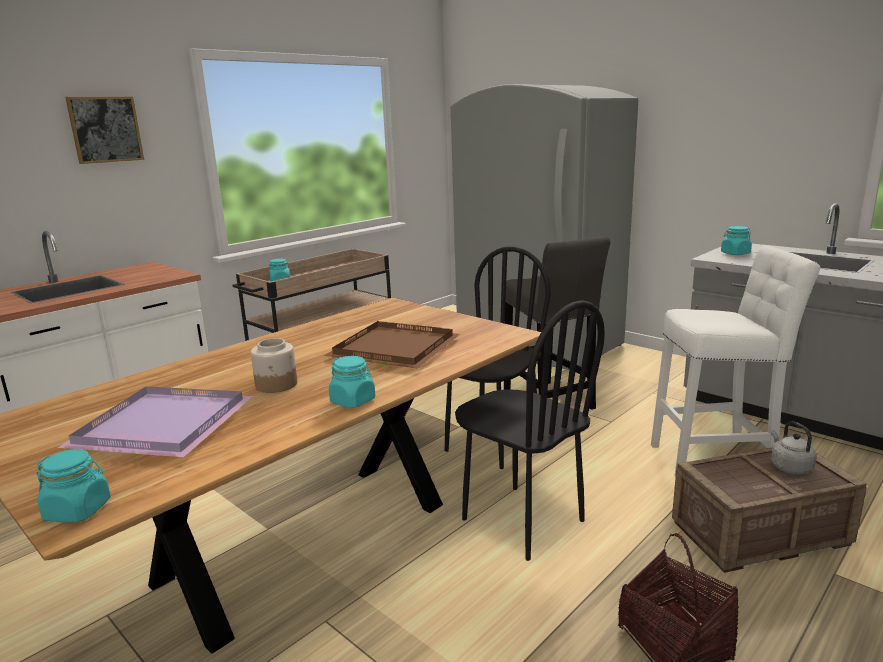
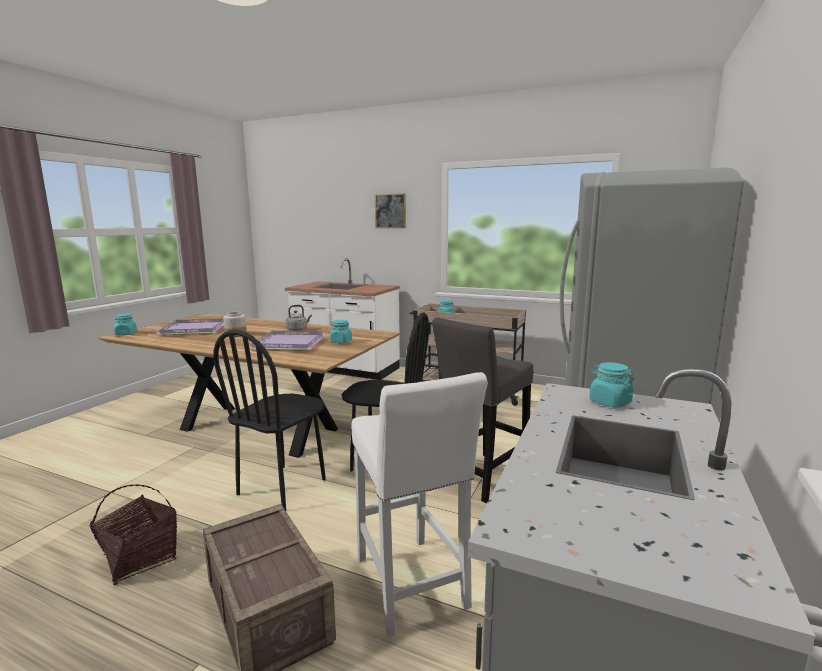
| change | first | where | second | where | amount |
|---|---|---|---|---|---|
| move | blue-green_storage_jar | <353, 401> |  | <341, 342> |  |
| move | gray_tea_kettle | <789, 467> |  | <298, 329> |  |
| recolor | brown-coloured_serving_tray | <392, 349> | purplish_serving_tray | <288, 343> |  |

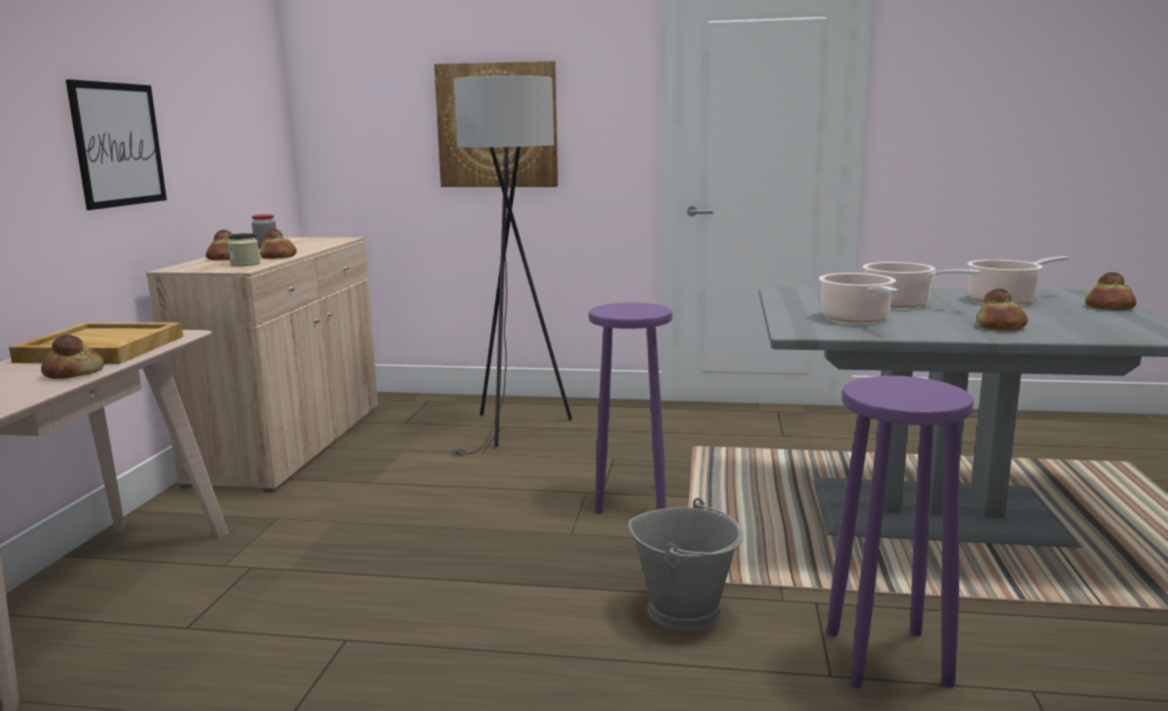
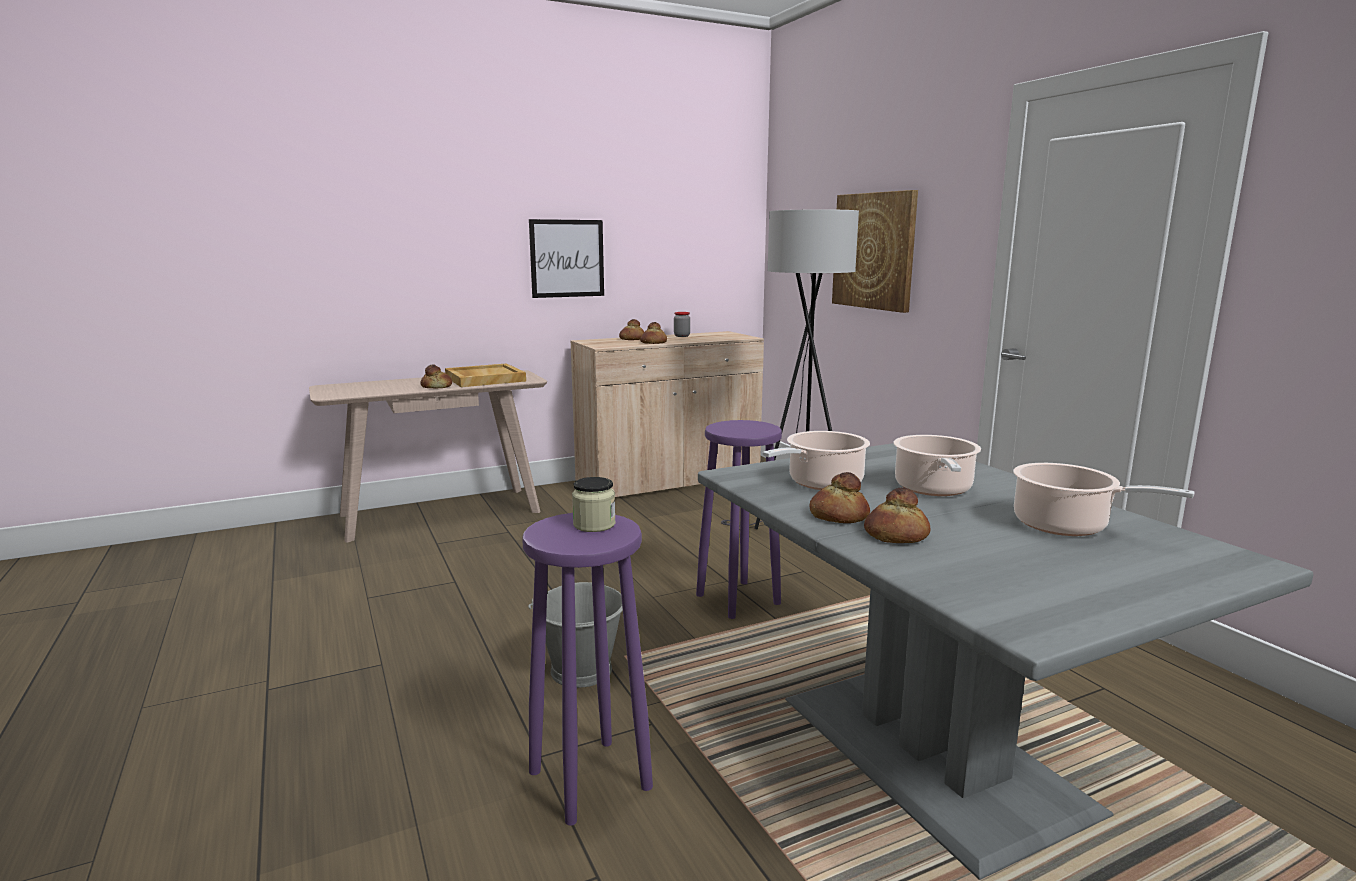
| change | first | where | second | where | amount |
|---|---|---|---|---|---|
| move | storage_jar | <245, 264> |  | <594, 525> |  |
| move | baked_bread | <1110, 307> |  | <838, 516> |  |

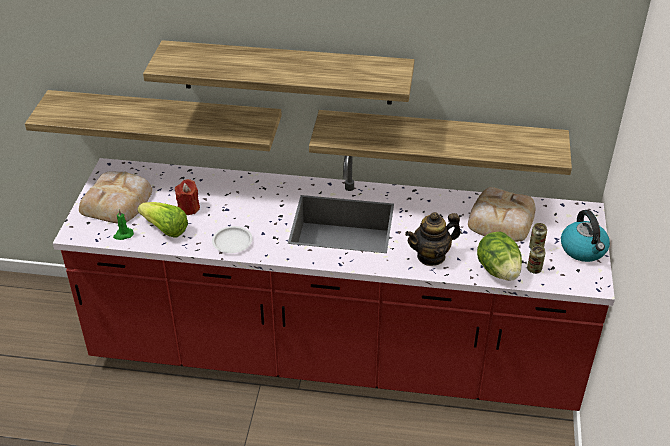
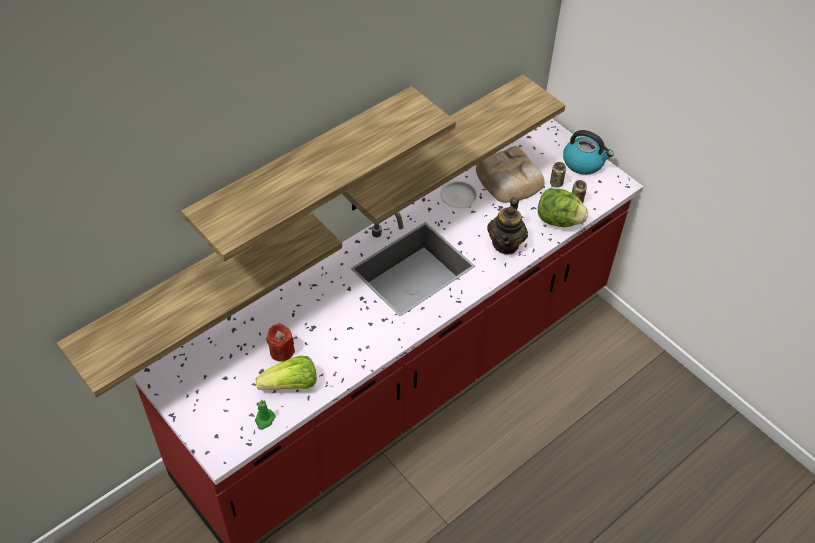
| change | first | where | second | where | amount |
|---|---|---|---|---|---|
| delete | baked_bread | <118, 201> |  |  |  |
| move | white-coloured_flat_dish | <232, 242> |  | <458, 196> |  |

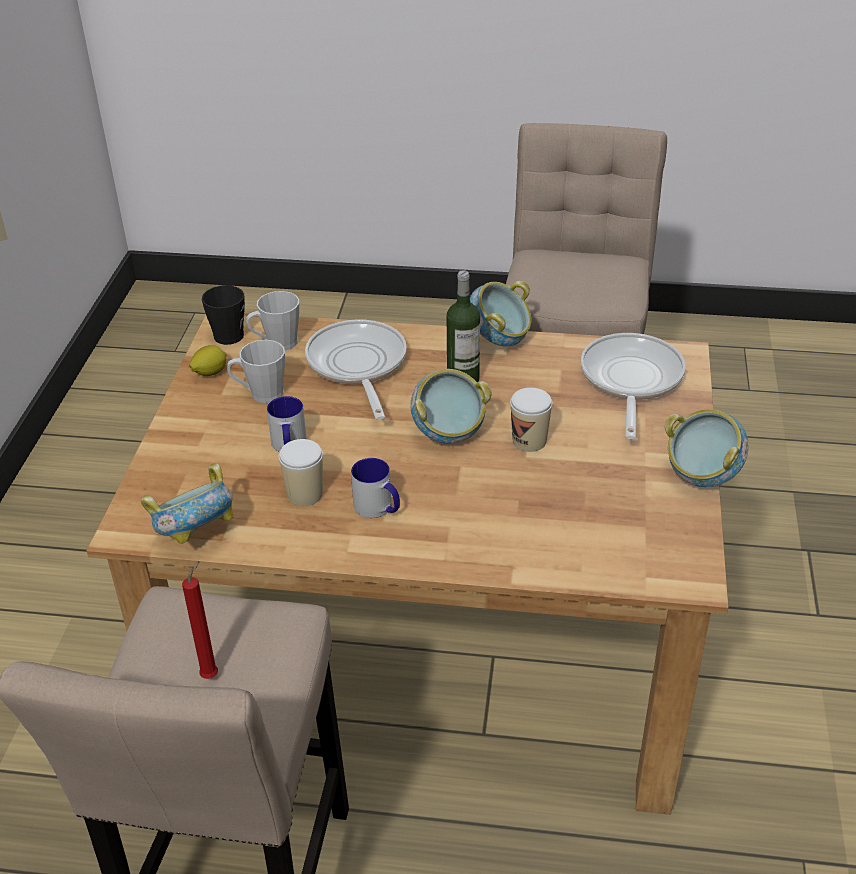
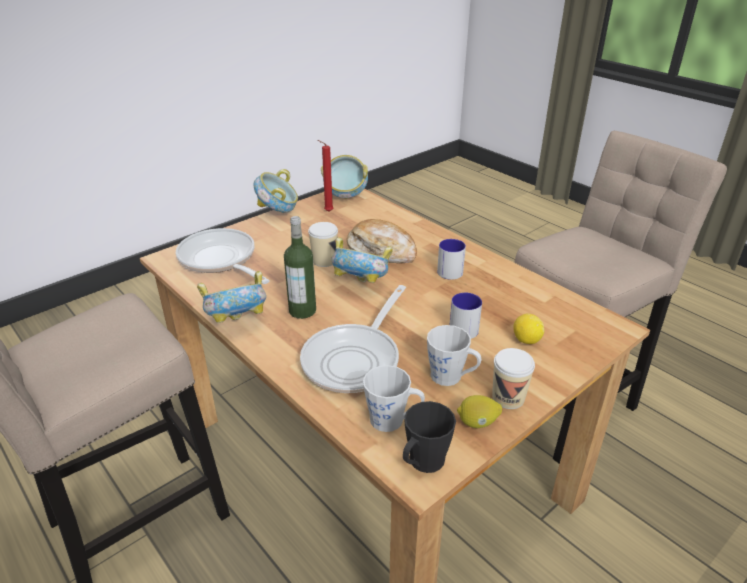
| change | first | where | second | where | amount |
|---|---|---|---|---|---|
| insert |  |  | baked_bread | <381, 251> |  |
| insert |  |  | whole_lemon | <526, 340> |  |
| move | bowl | <197, 535> |  | <345, 196> |  |
| move | red_candle | <212, 674> |  | <327, 211> |  |
| move | drinking_cup | <305, 494> |  | <508, 397> |  |
| rotate | frying_pan | <630, 381> |  | <220, 260> | 90 degrees clockwise |

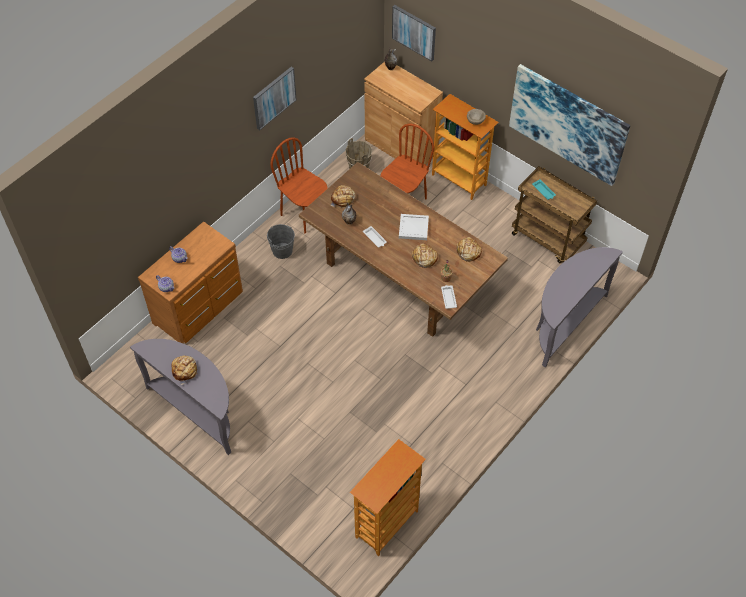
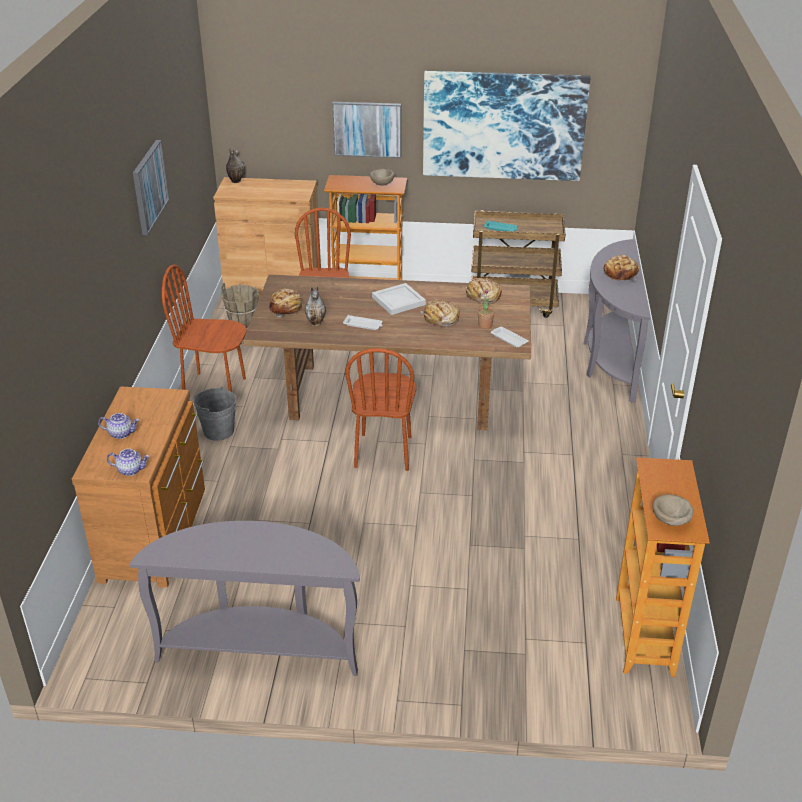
| change | first | where | second | where | amount |
|---|---|---|---|---|---|
| insert |  |  | brown-coloured_chair | <383, 452> |  |
| insert |  |  | sand-coloured_bowl | <671, 521> |  |
| move | baked_bread | <185, 371> |  | <621, 274> |  |
| move | wall_picture | <414, 32> |  | <367, 129> |  |

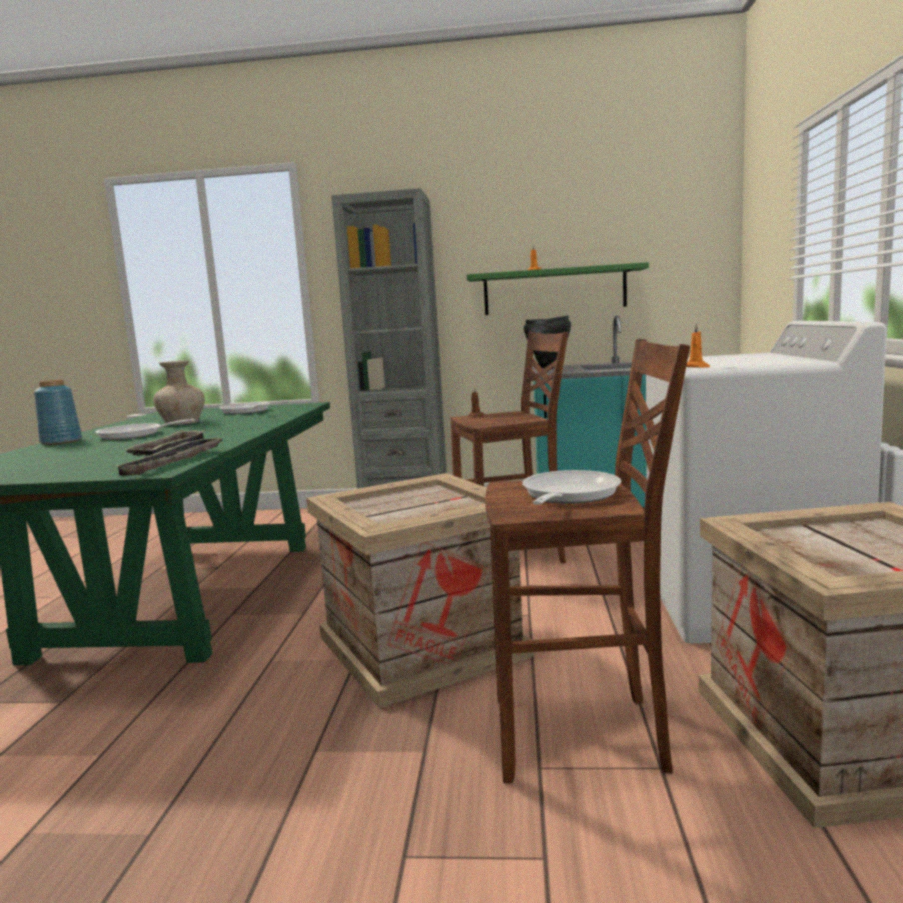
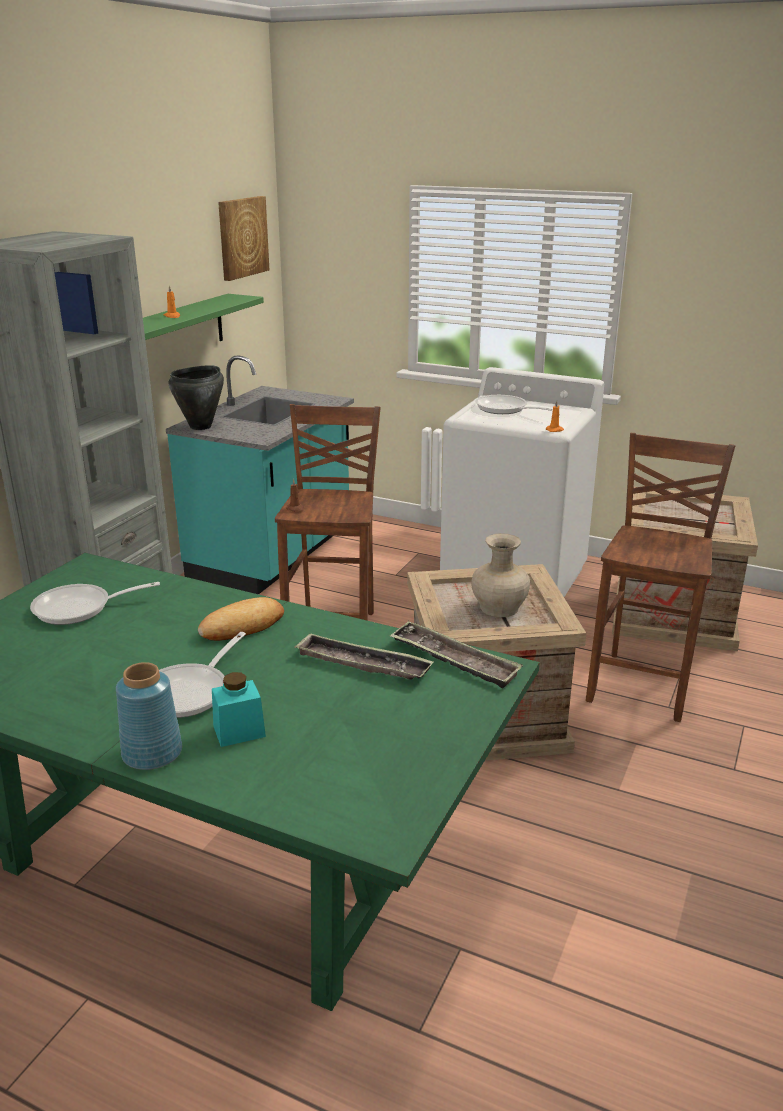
| change | first | where | second | where | amount |
|---|---|---|---|---|---|
| insert |  |  | baked_bread | <243, 626> |  |
| insert |  |  | blue-green_storage_jar | <239, 731> |  |
| insert |  |  | wall_picture | <242, 237> |  |
| move | sand-coloured_decorative_vase | <182, 422> |  | <500, 607> |  |
| move | frying_pan | <567, 496> |  | <504, 409> |  |

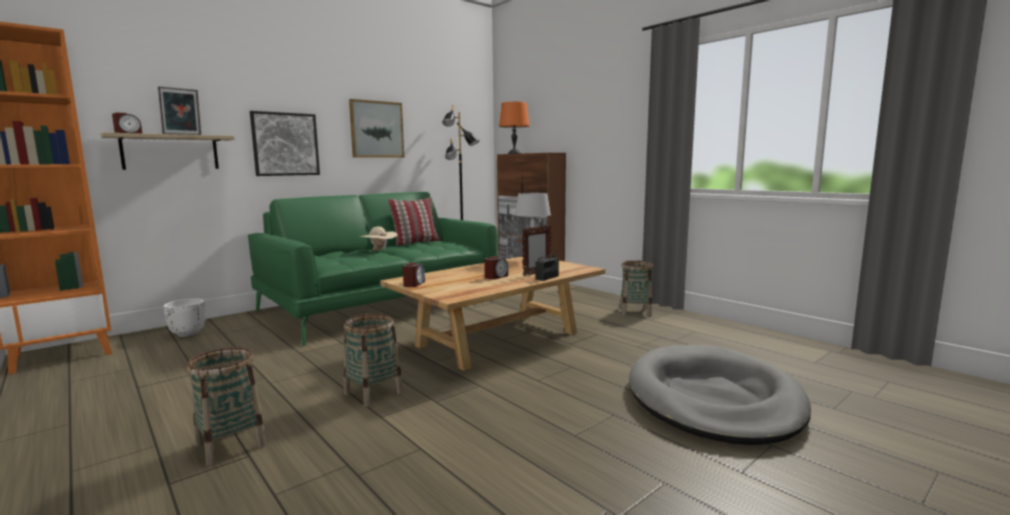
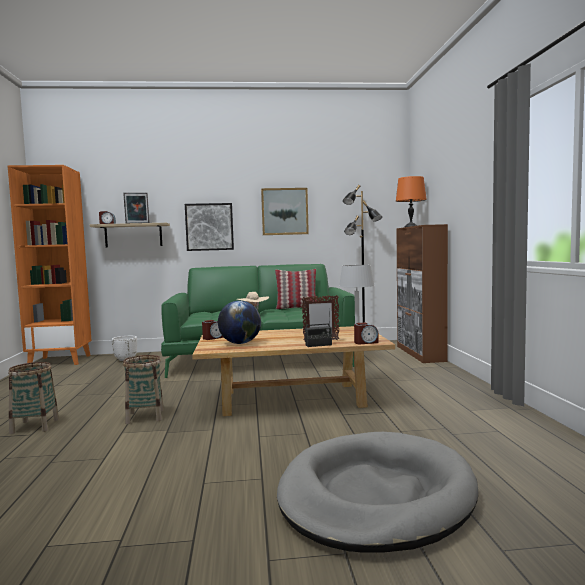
| change | first | where | second | where | amount |
|---|---|---|---|---|---|
| delete | household_basket | <635, 312> |  |  |  |
| insert |  |  | desk_globe | <240, 343> |  |
| move | bedside_clock | <496, 277> |  | <366, 342> |  |

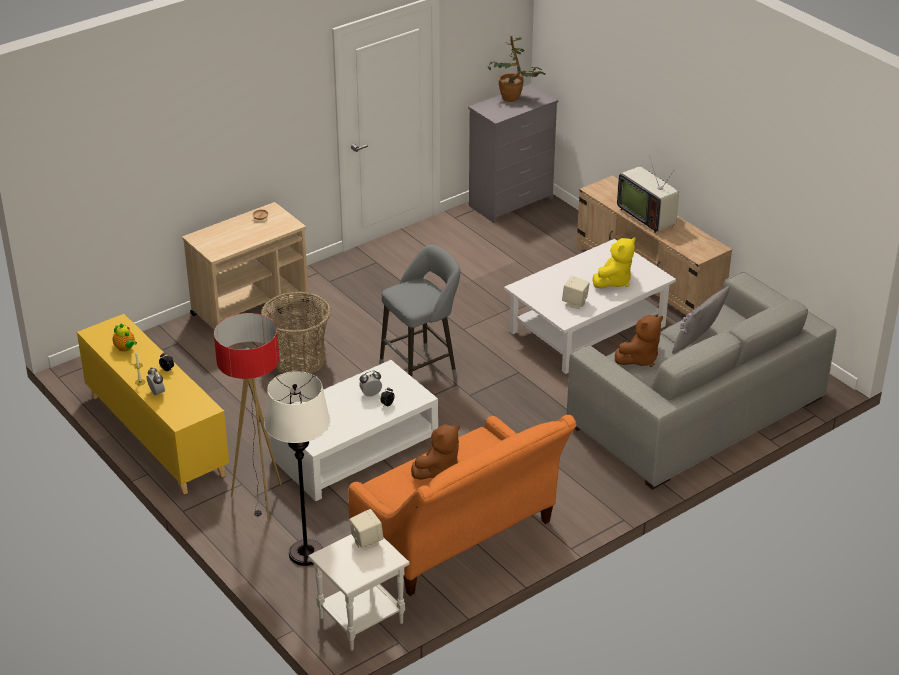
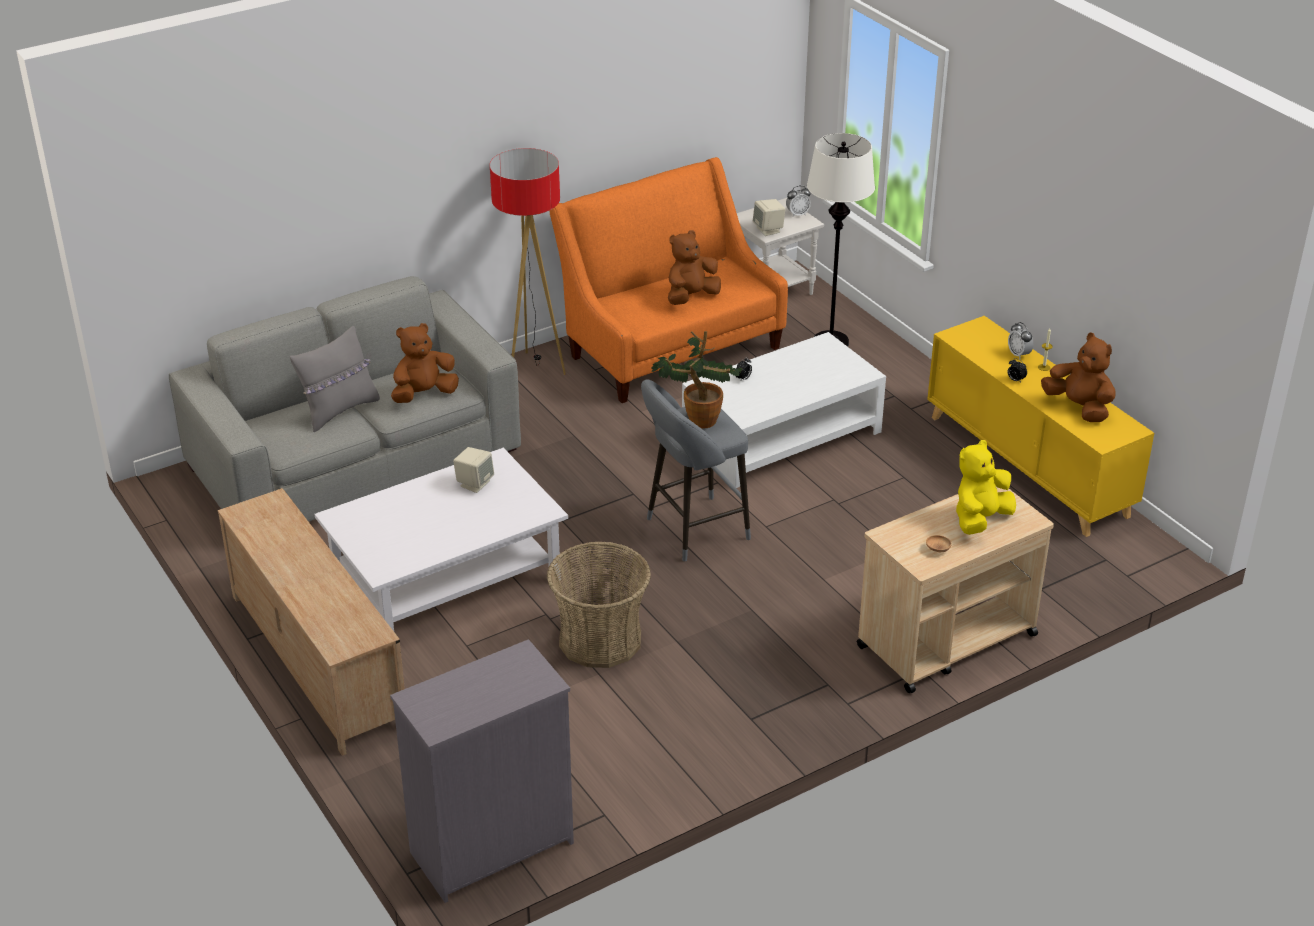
| change | first | where | second | where | amount |
|---|---|---|---|---|---|
| delete | TV | <647, 216> |  |  |  |
| move | standing_lamp | <260, 500> |  | <534, 369> |  |
| move | household_basket | <298, 358> |  | <600, 640> |  |
| move | bedside_clock | <371, 394> |  | <797, 214> |  |
| move | plant_in_a_pot | <514, 99> |  | <697, 418> |  |
| move | yellow-coloured_soft_toy | <614, 281> |  | <980, 519> |  |
| replace | teapot | <125, 348> | brown-coloured_soft_toy | <1079, 407> |  |

